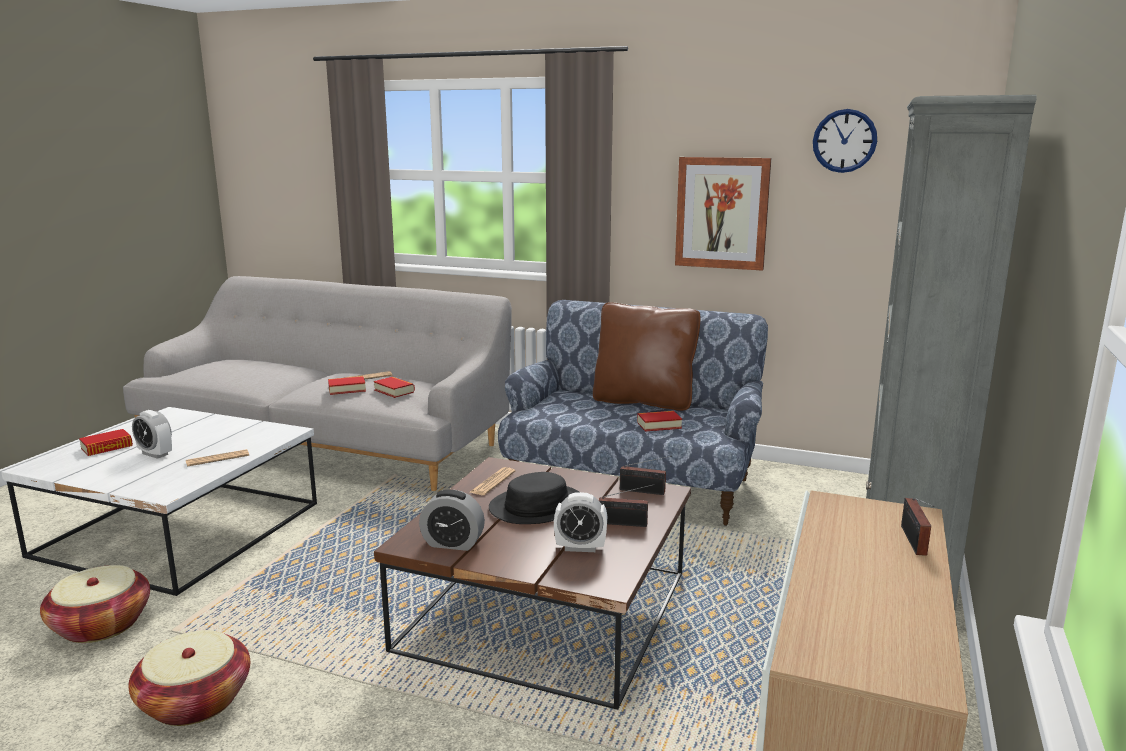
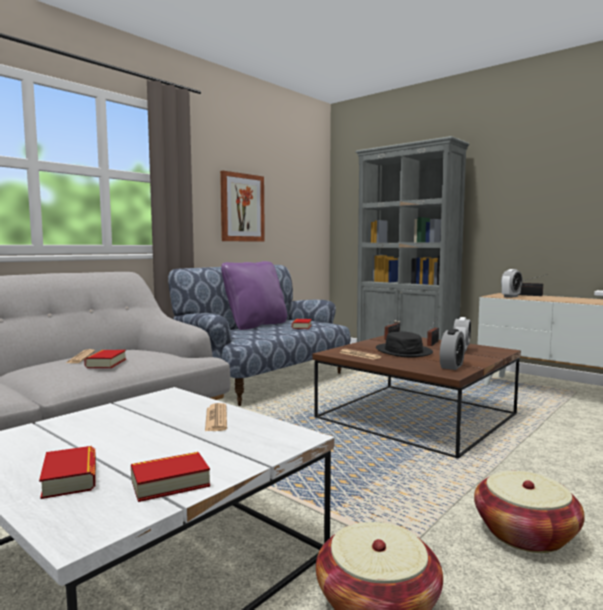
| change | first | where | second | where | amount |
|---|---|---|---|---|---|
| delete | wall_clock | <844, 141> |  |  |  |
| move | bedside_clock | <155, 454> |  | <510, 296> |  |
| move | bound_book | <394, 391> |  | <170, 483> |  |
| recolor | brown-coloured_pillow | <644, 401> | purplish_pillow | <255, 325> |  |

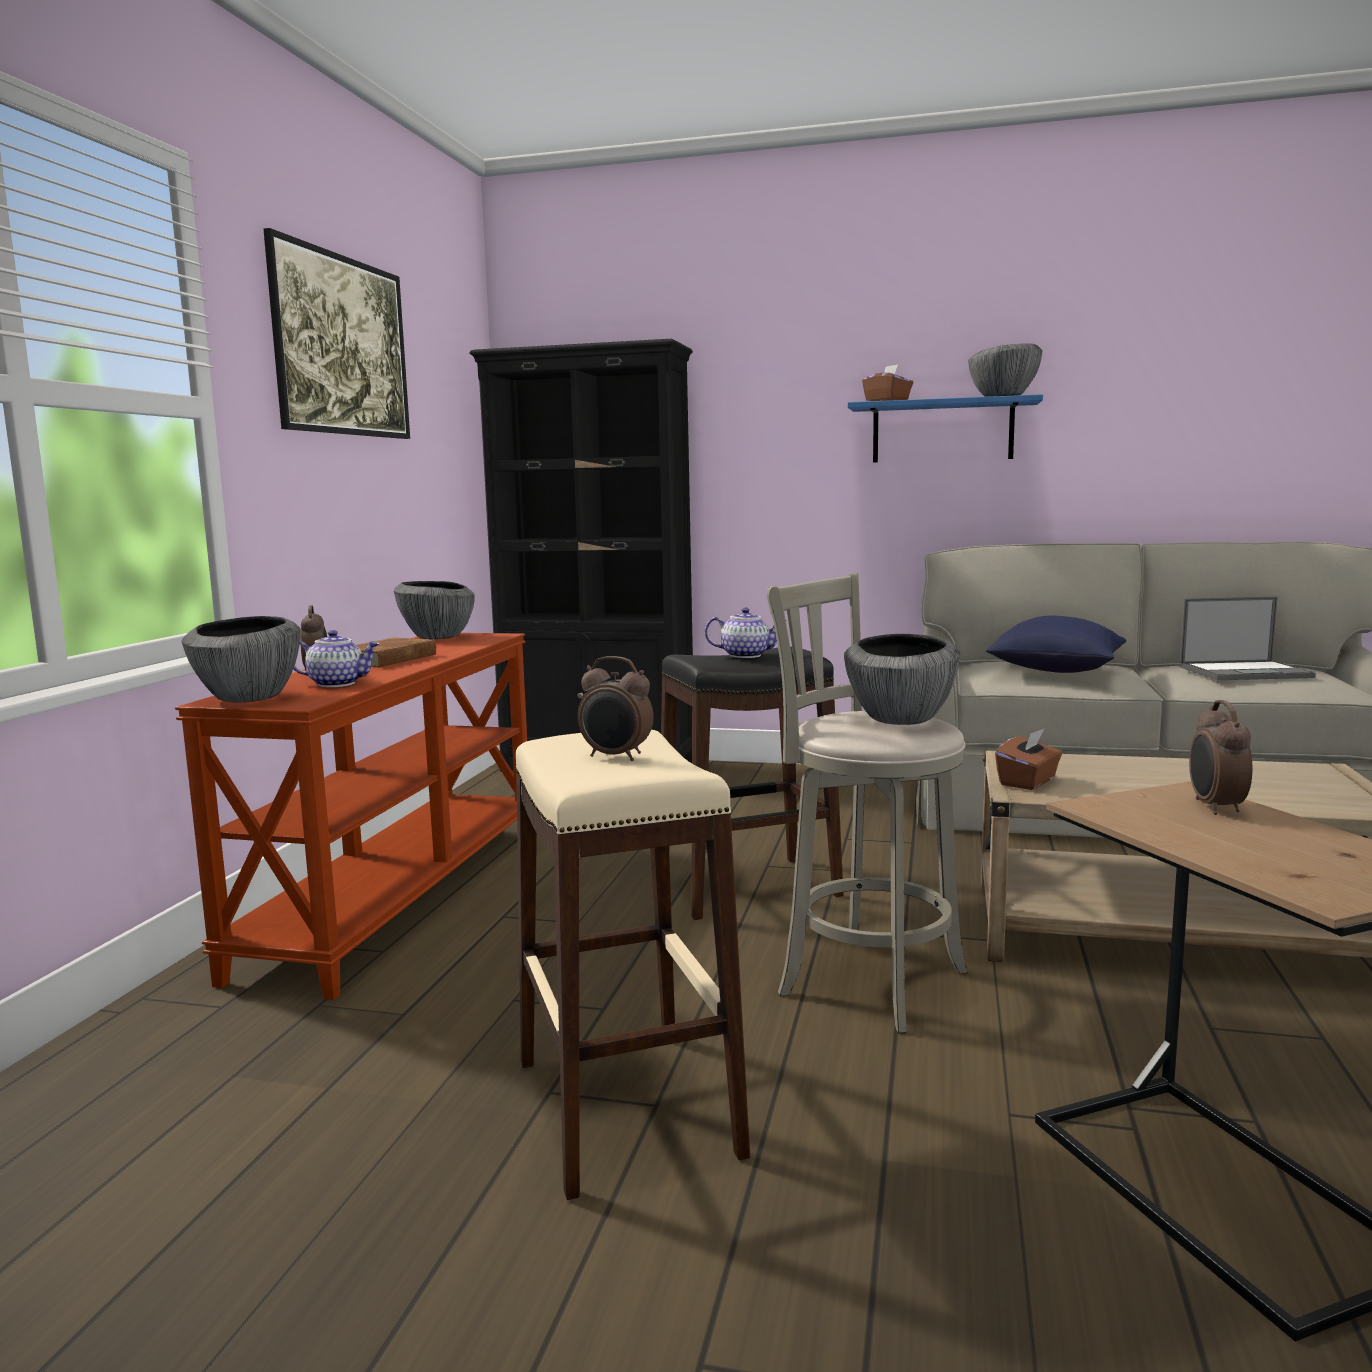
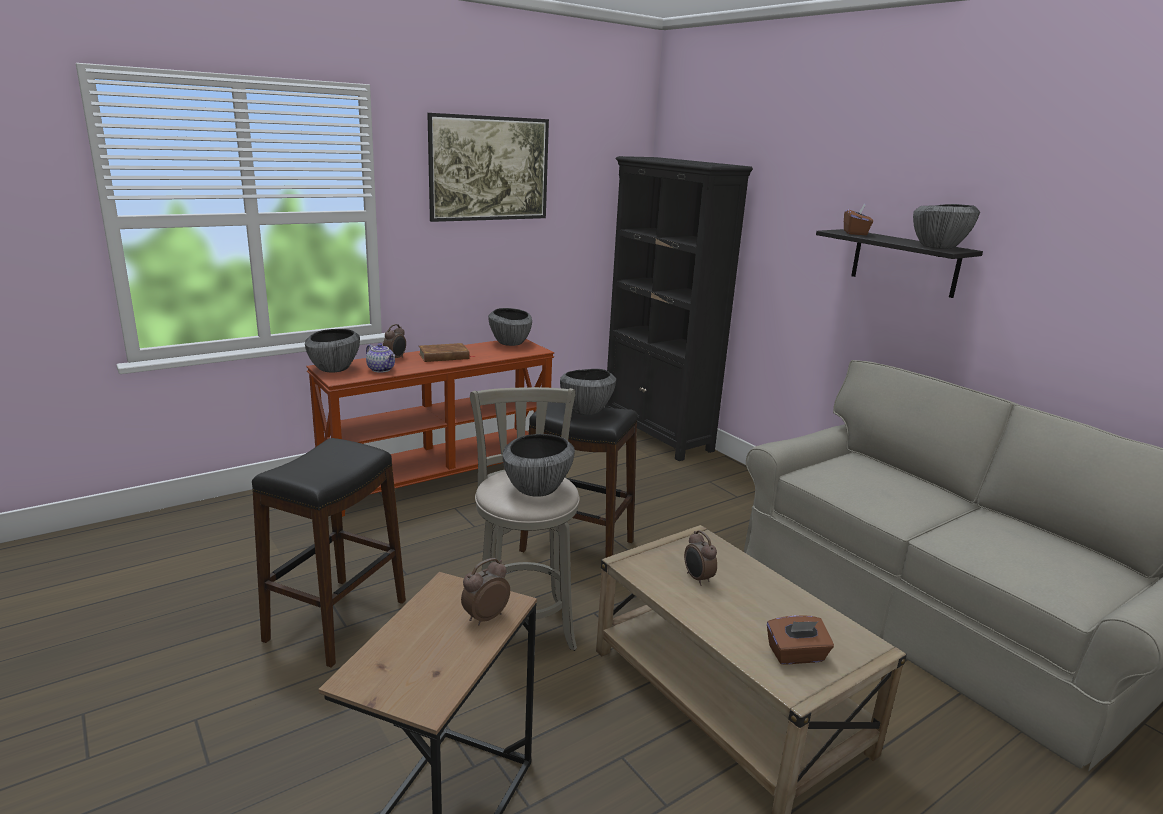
| change | first | where | second | where | amount |
|---|---|---|---|---|---|
| delete | blue-coloured_pillow | <1055, 671> |  |  |  |
| delete | laptop | <1245, 672> |  |  |  |
| move | bedside_clock | <616, 757> |  | <697, 579> |  |
| move | brown-coloured_box_of_tissues | <1028, 782> |  | <796, 655> |  |
| replace | teapot | <746, 655> | bowl | <585, 411> |  |
| recolor | sand-coloured_stool_seat | <625, 1106> | black-coloured_stool_seat | <337, 620> |  |
| recolor | blue-coloured_bracket_shelf | <942, 431> | black-coloured_bracket_shelf | <904, 263> |  |

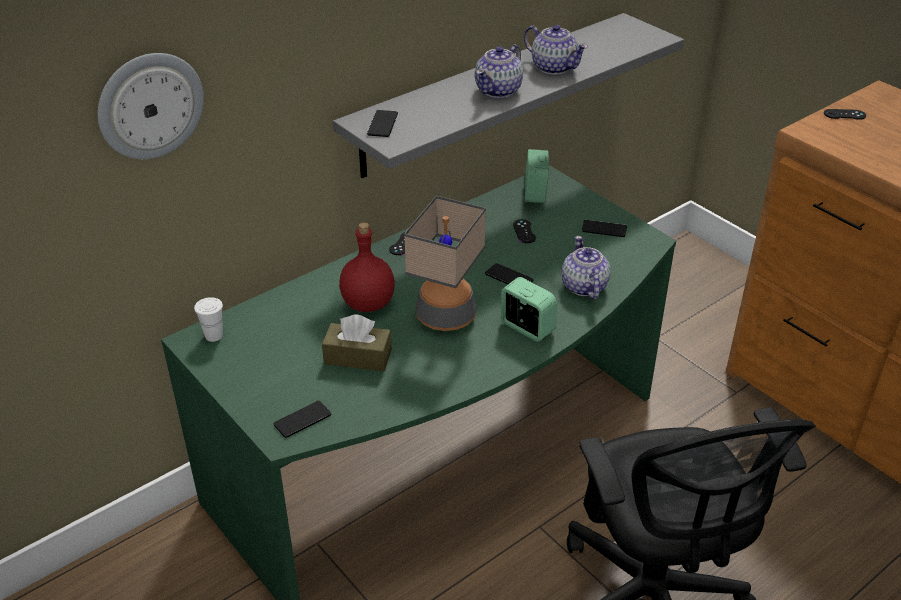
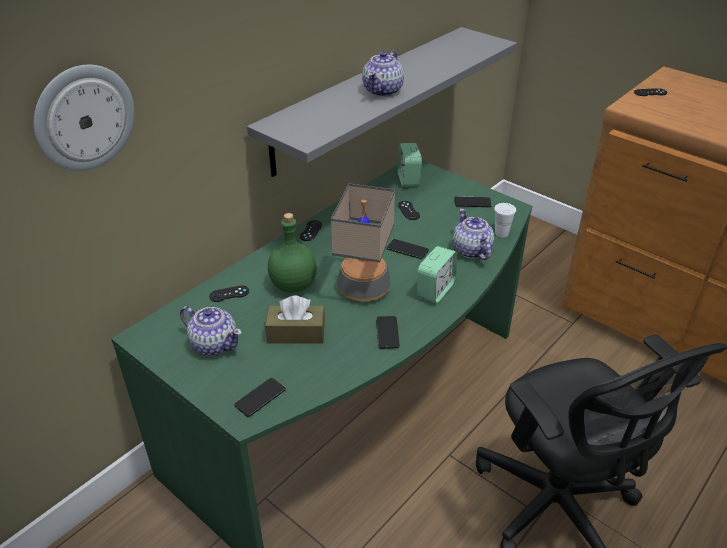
| change | first | where | second | where | amount |
|---|---|---|---|---|---|
| insert |  |  | black-coloured_game_controller | <229, 294> |  |
| move | white-coloured_drinking_cup | <214, 335> |  | <501, 233> |  |
| move | handset | <382, 124> |  | <387, 332> |  |
| move | teapot | <553, 67> |  | <214, 344> |  |
| recolor | red_drink_bottle | <369, 304> | greenish_drink_bottle | <294, 285> |  |
| rotate | bedside_clock | <527, 328> |  | <435, 290> | 90 degrees clockwise |

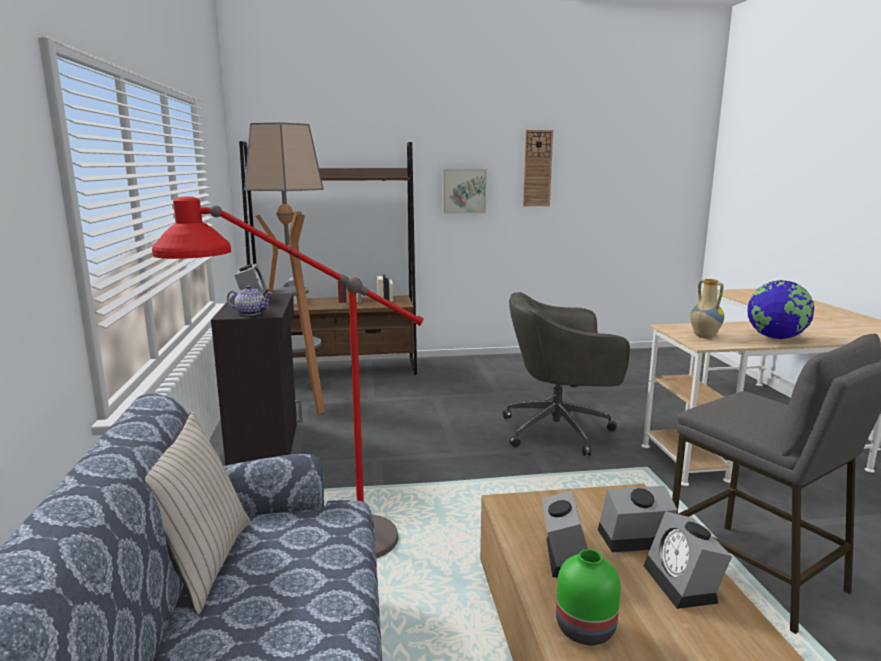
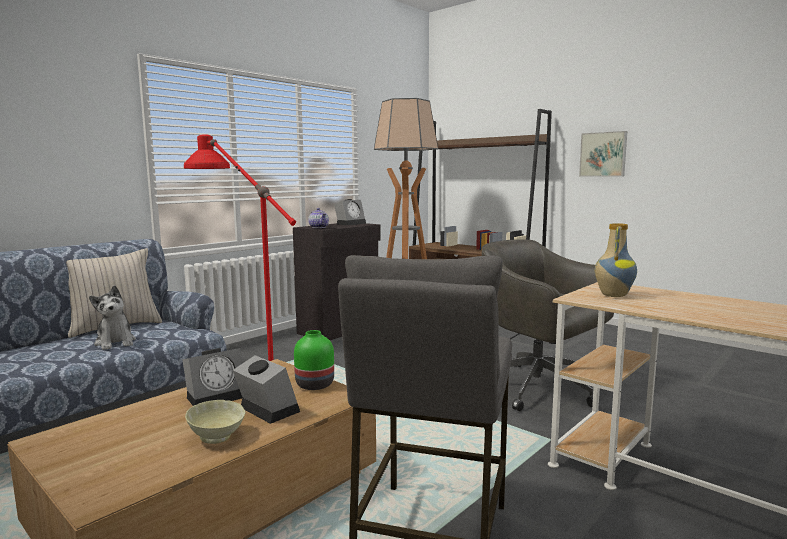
| change | first | where | second | where | amount |
|---|---|---|---|---|---|
| delete | wall_clock | <537, 168> |  |  |  |
| delete | desk_globe | <776, 338> |  |  |  |
| insert |  |  | soft_toy | <116, 342> |  |
| move | greenish_decorative_vase | <584, 630> |  | <313, 385> |  |
| replace | bedside_clock | <684, 584> | sand-coloured_bowl | <216, 438> |  |

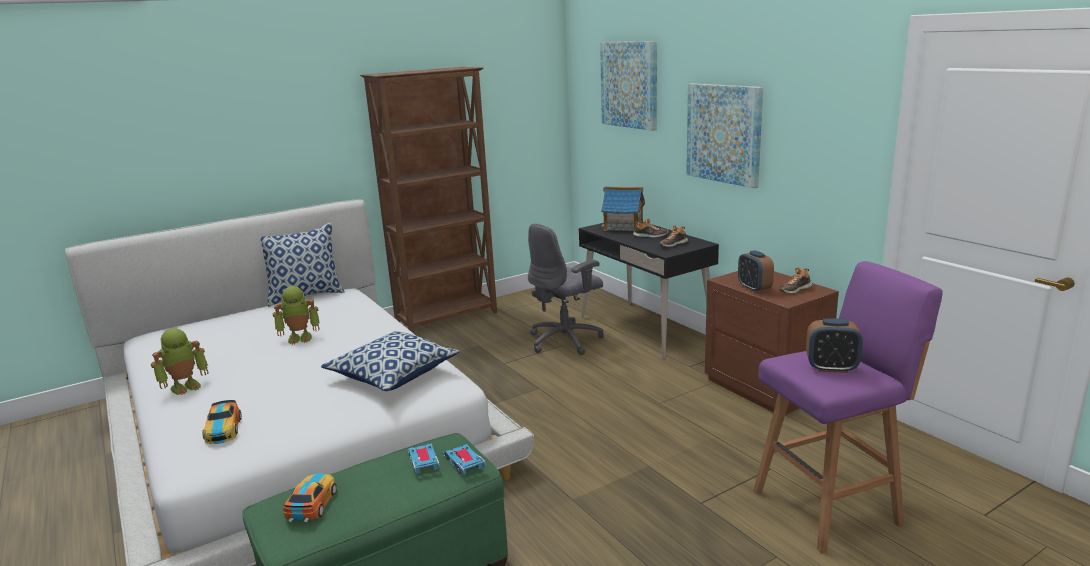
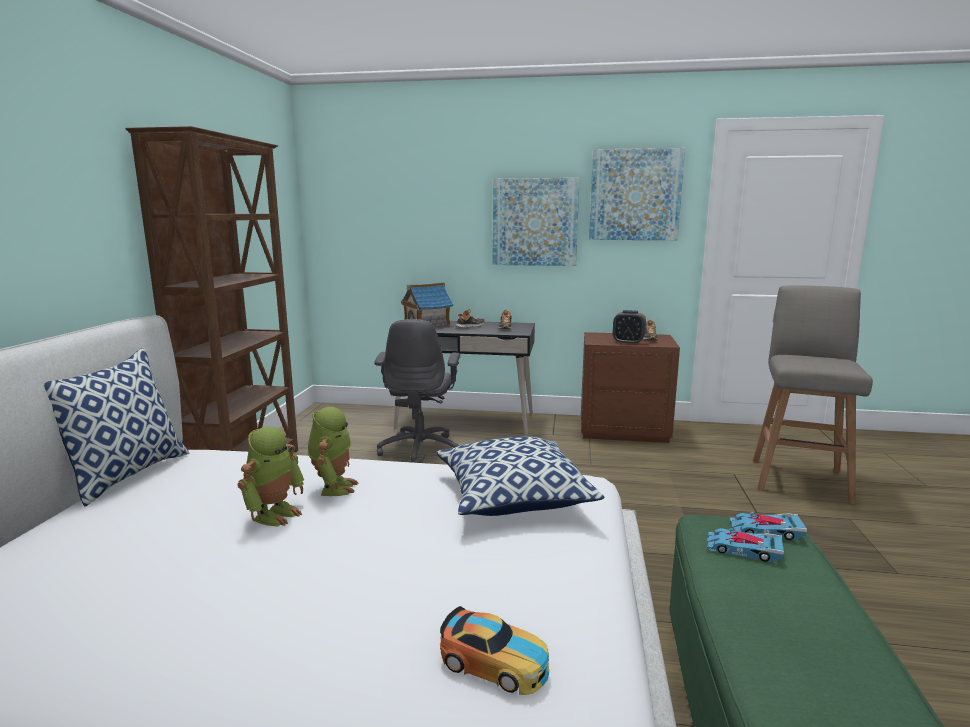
| change | first | where | second | where | amount |
|---|---|---|---|---|---|
| delete | miniature_car | <312, 503> |  |  |  |
| delete | bedside_clock | <831, 368> |  |  |  |
| move | model_robot | <185, 386> |  | <333, 487> |  |
| move | wall_picture | <629, 84> |  | <635, 195> |  |
| recolor | purplish_stool_seat | <829, 506> | gray_stool_seat | <799, 478> |  |

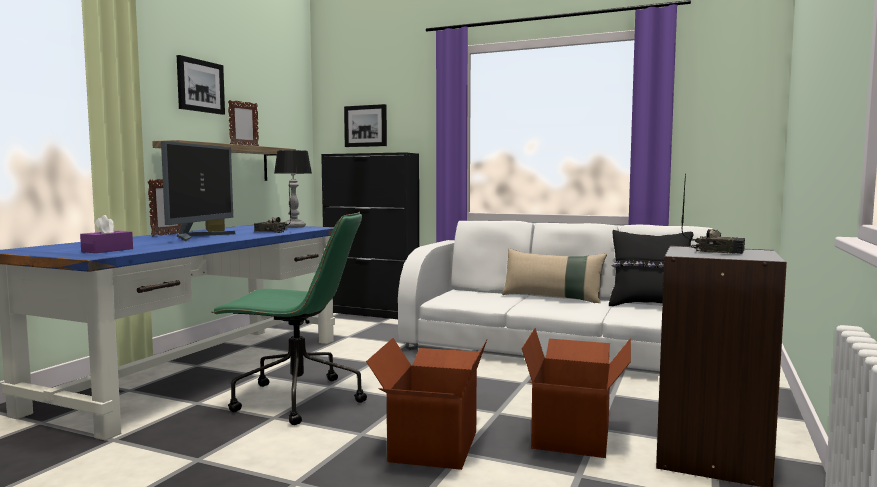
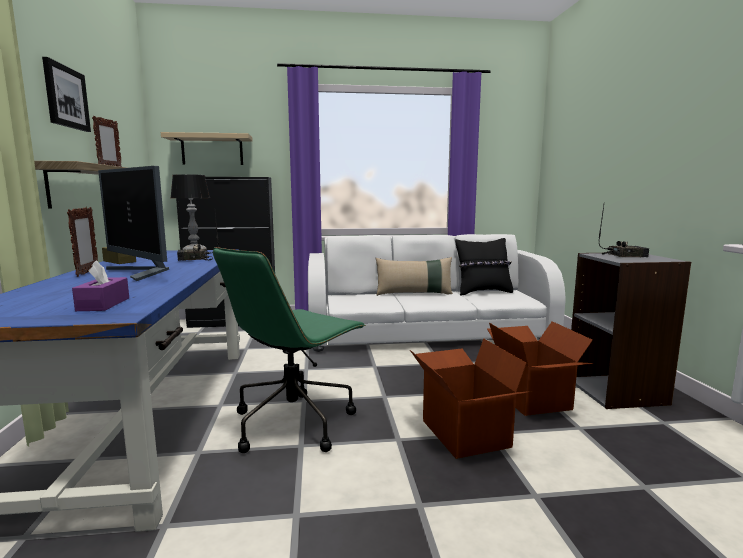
| change | first | where | second | where | amount |
|---|---|---|---|---|---|
| replace | wall_picture | <366, 126> | sand-coloured_bracket_shelf | <212, 150> |  |
| rotate | monitor | <199, 237> |  | <141, 273> | 150 degrees clockwise |
| rotate | greenish_desk_chair | <296, 400> |  | <294, 422> | 150 degrees clockwise |

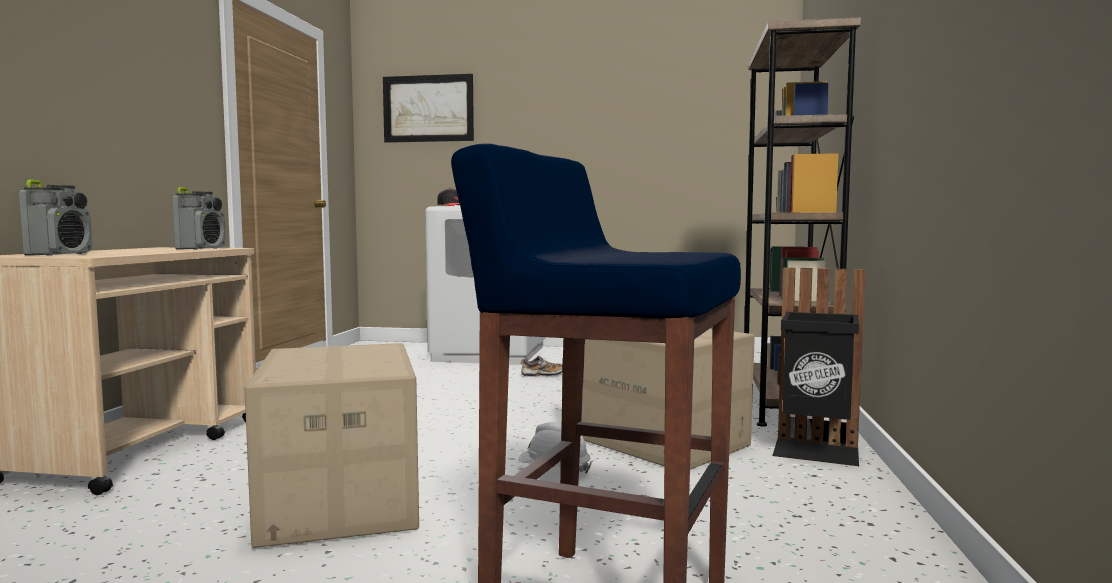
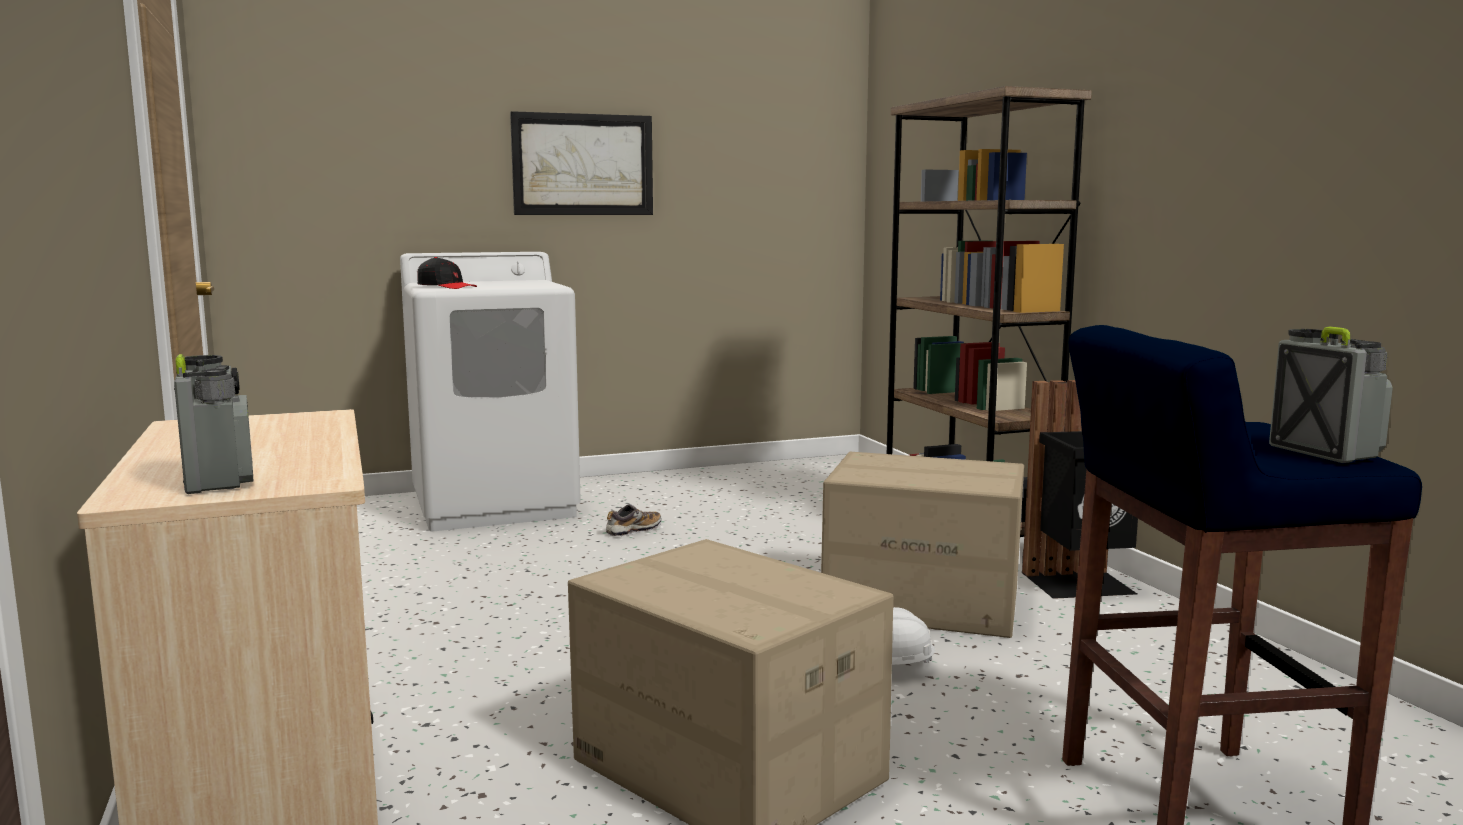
| change | first | where | second | where | amount |
|---|---|---|---|---|---|
| move | radio_set | <201, 248> |  | <1323, 452> |  |
| move | wall_picture | <428, 109> |  | <583, 164> |  |

